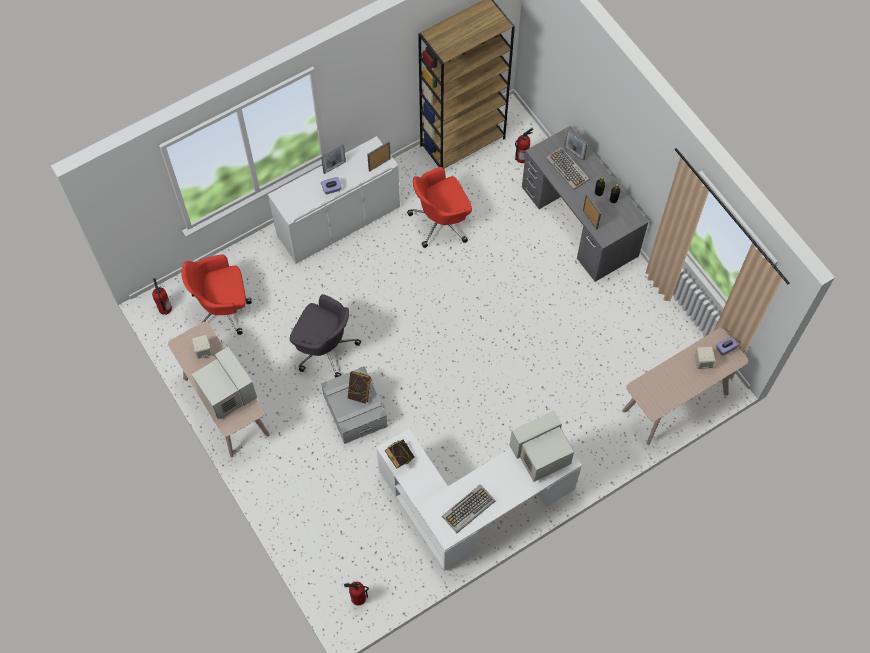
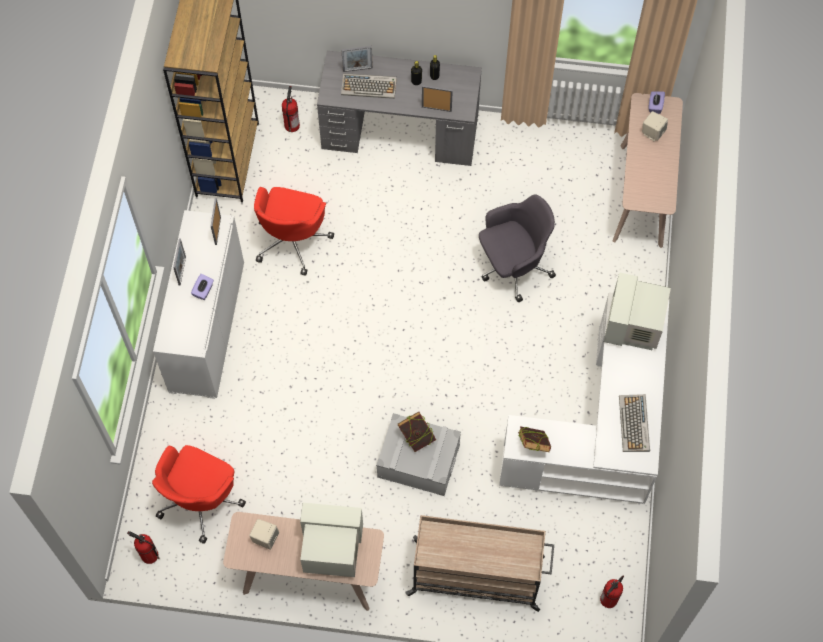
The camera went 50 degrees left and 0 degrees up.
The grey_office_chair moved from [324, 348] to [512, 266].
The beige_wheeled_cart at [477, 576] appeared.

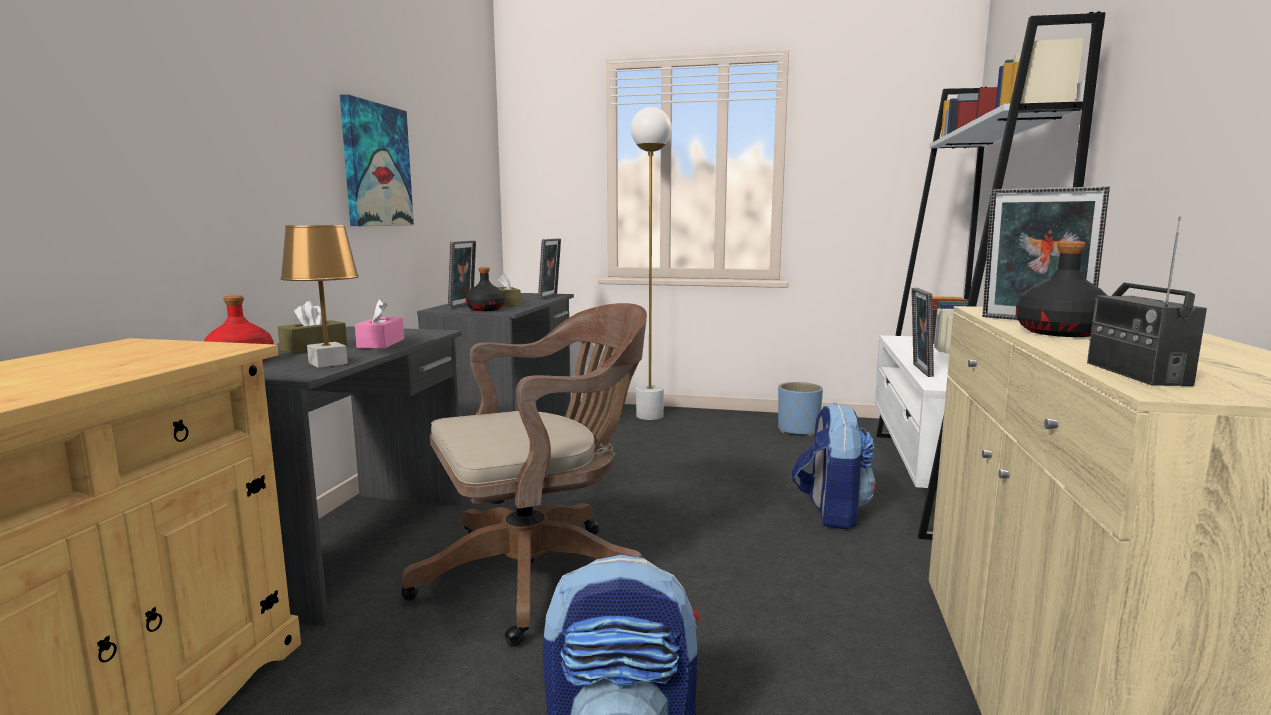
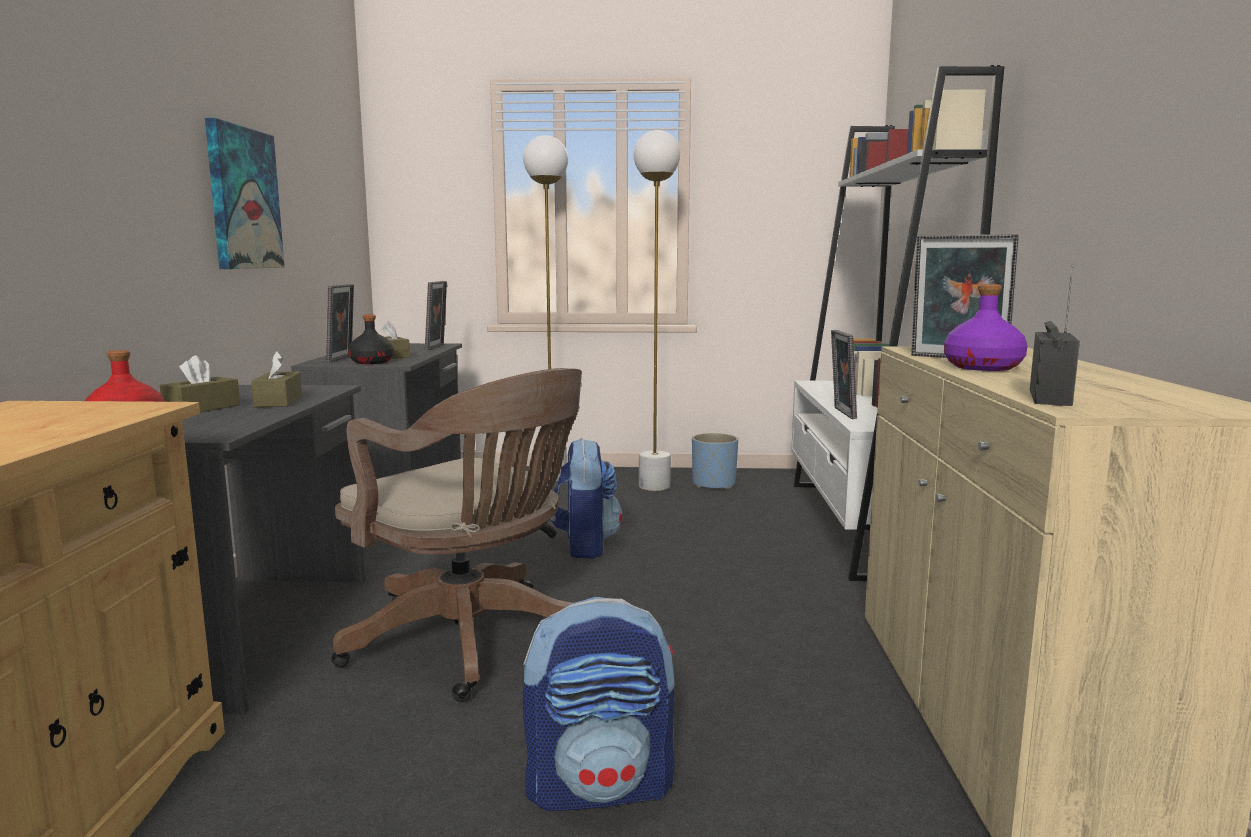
The camera went 10 degrees left and 0 degrees up.
The radio at [1135, 373] turned 150 degrees counterclockwise.
The brown_table_lamp at [328, 363] disappeared.
The black_beverage_bottle at [1060, 332] became the purple-coloured_beverage_bottle at [982, 367].
The pinkish_box_of_tissues at [381, 343] became the brown_box_of_tissues at [278, 401].
The brown_office_chair at [539, 574] turned 75 degrees clockwise.
The rucksack moved from [831, 512] to [583, 545].
The whitish_standing_lamp at [654, 486] appeared.

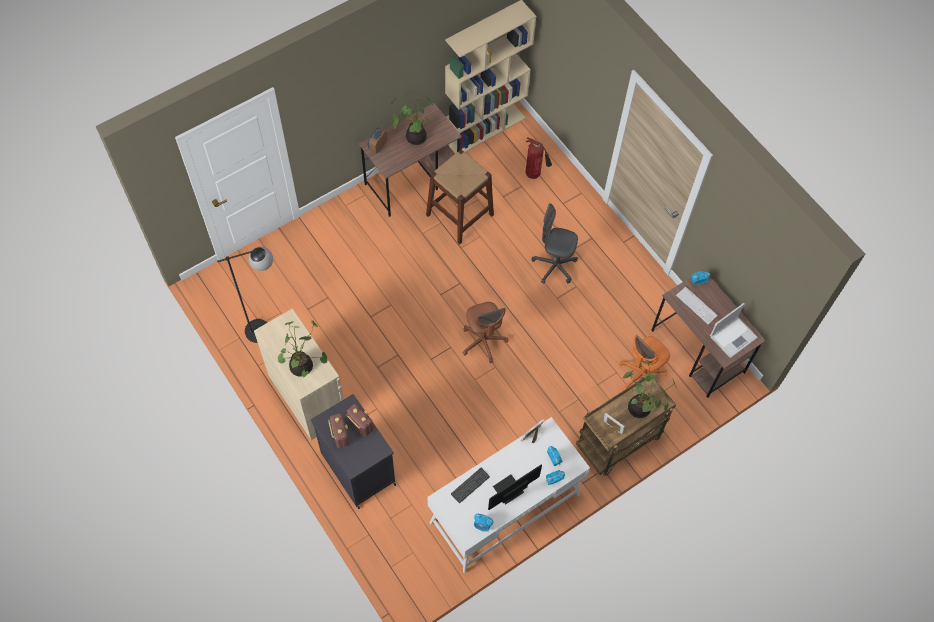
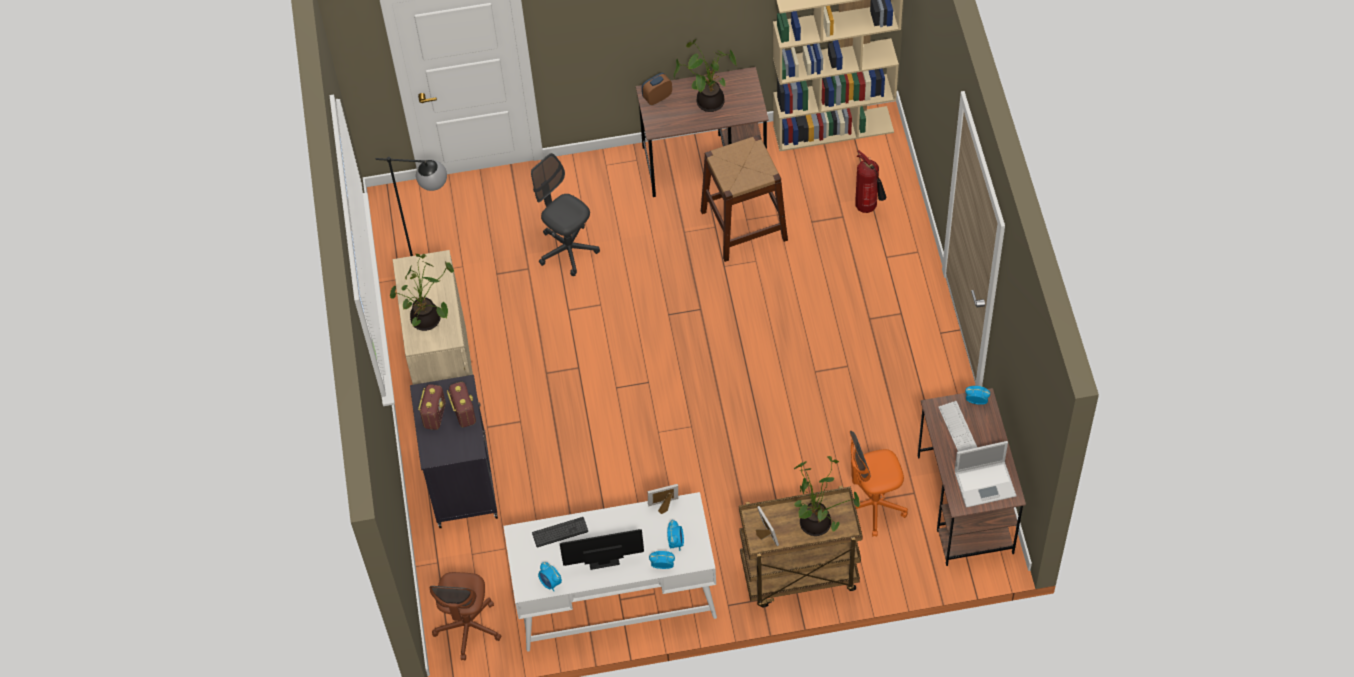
The camera went 30 degrees right and 5 degrees down.
The grey_office_chair moved from [554, 266] to [568, 250].
The brown_office_chair moved from [483, 342] to [468, 628].

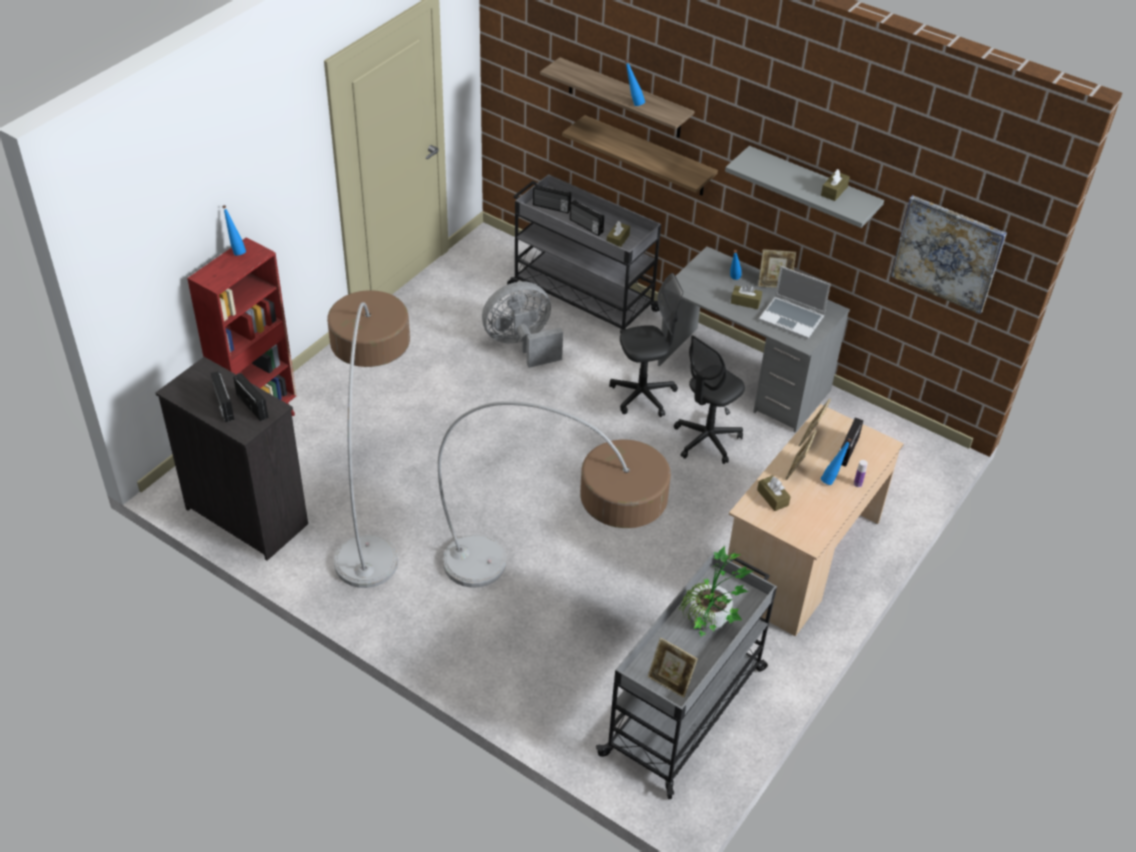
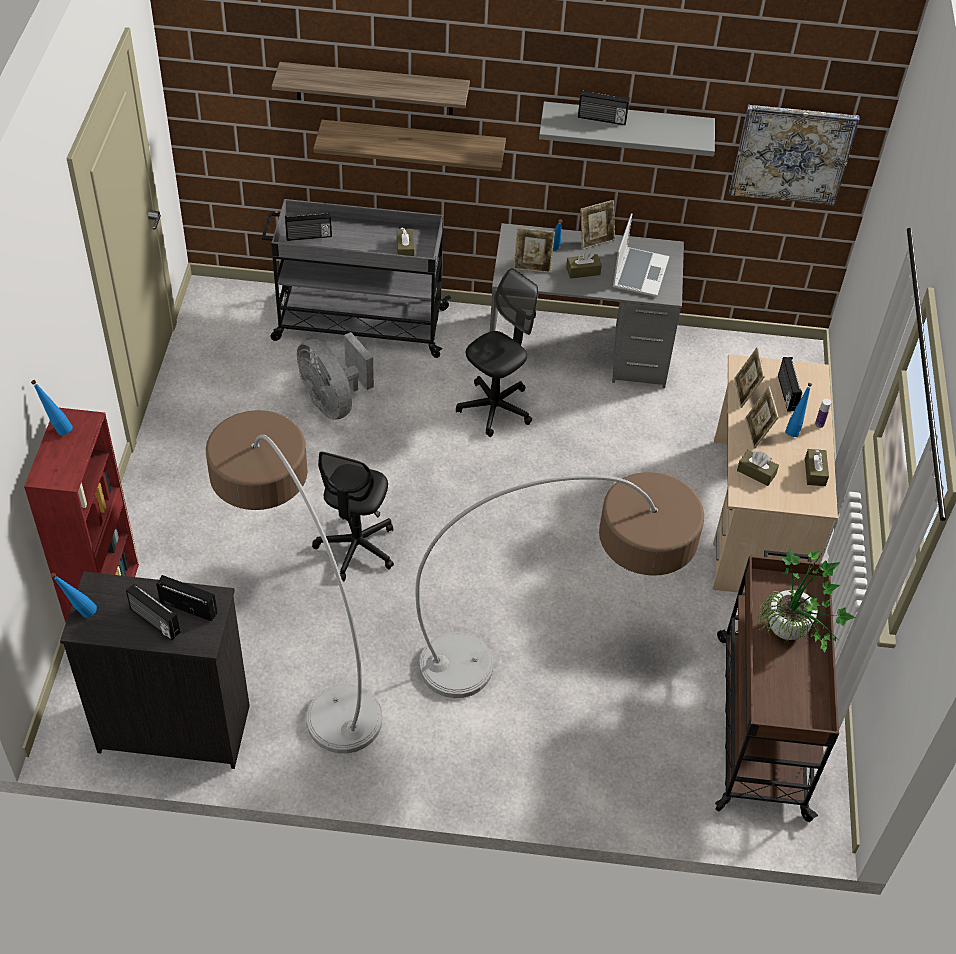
The camera went 30 degrees left and 5 degrees up.
The blue-coloured_beverage_bottle moved from [633, 103] to [80, 612].
The brown_box_of_tissues moved from [834, 191] to [815, 472].
The radio moved from [585, 226] to [602, 119].
The laptop at [792, 319] turned 75 degrees counterclockwise.
The grey_fan at [522, 345] turned 75 degrees counterclockwise.
The black_office_chair moved from [706, 440] to [356, 548].
The grey_wheeled_cart at [686, 709] became the brown_wheeled_cart at [761, 723].
The photo_frame moved from [670, 682] to [532, 266].

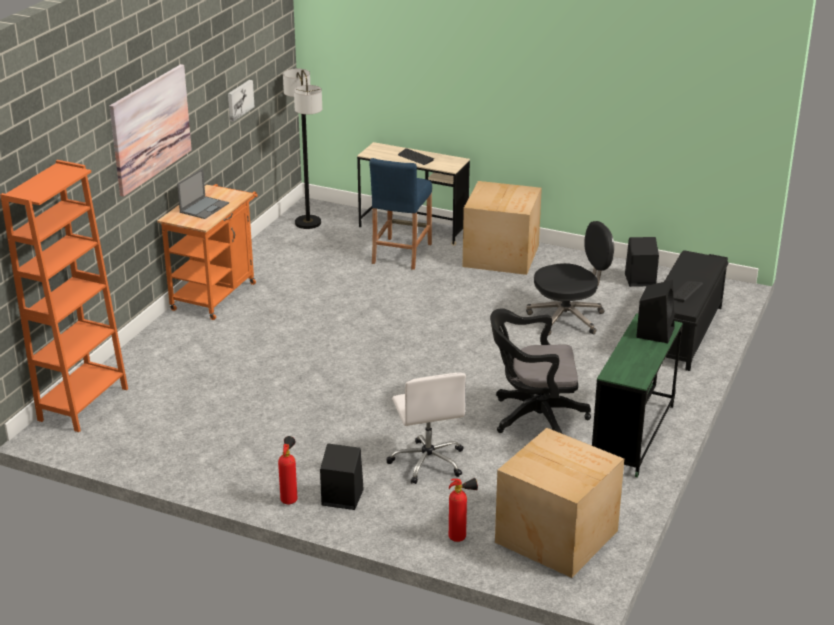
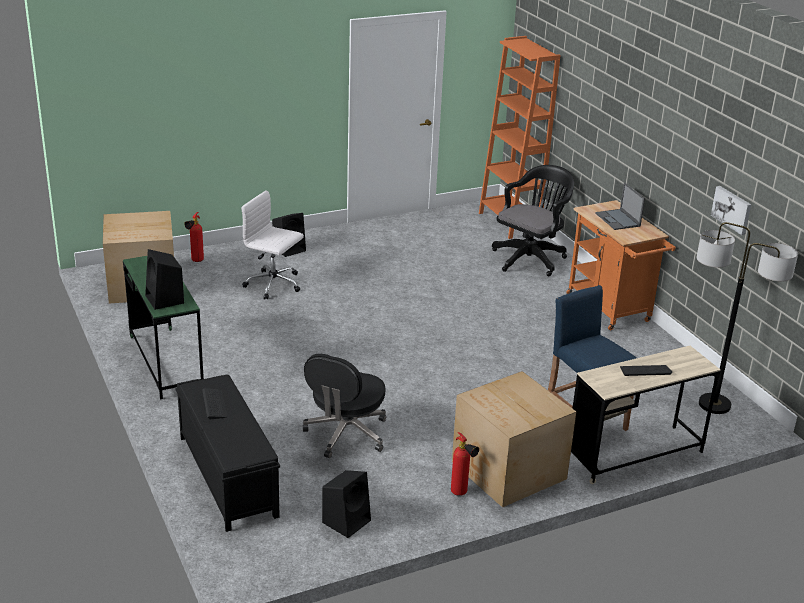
The camera went 130 degrees right and 0 degrees up.
The picture at [150, 128] disappeared.
The black_office_chair moved from [533, 418] to [531, 258].
The extinguisher moved from [289, 498] to [461, 494].

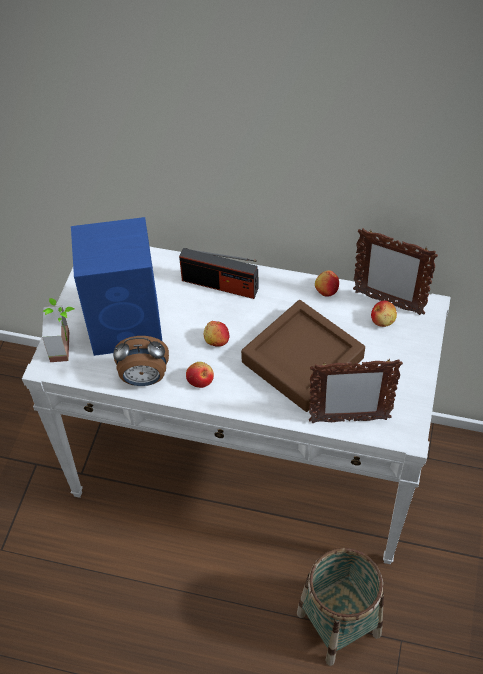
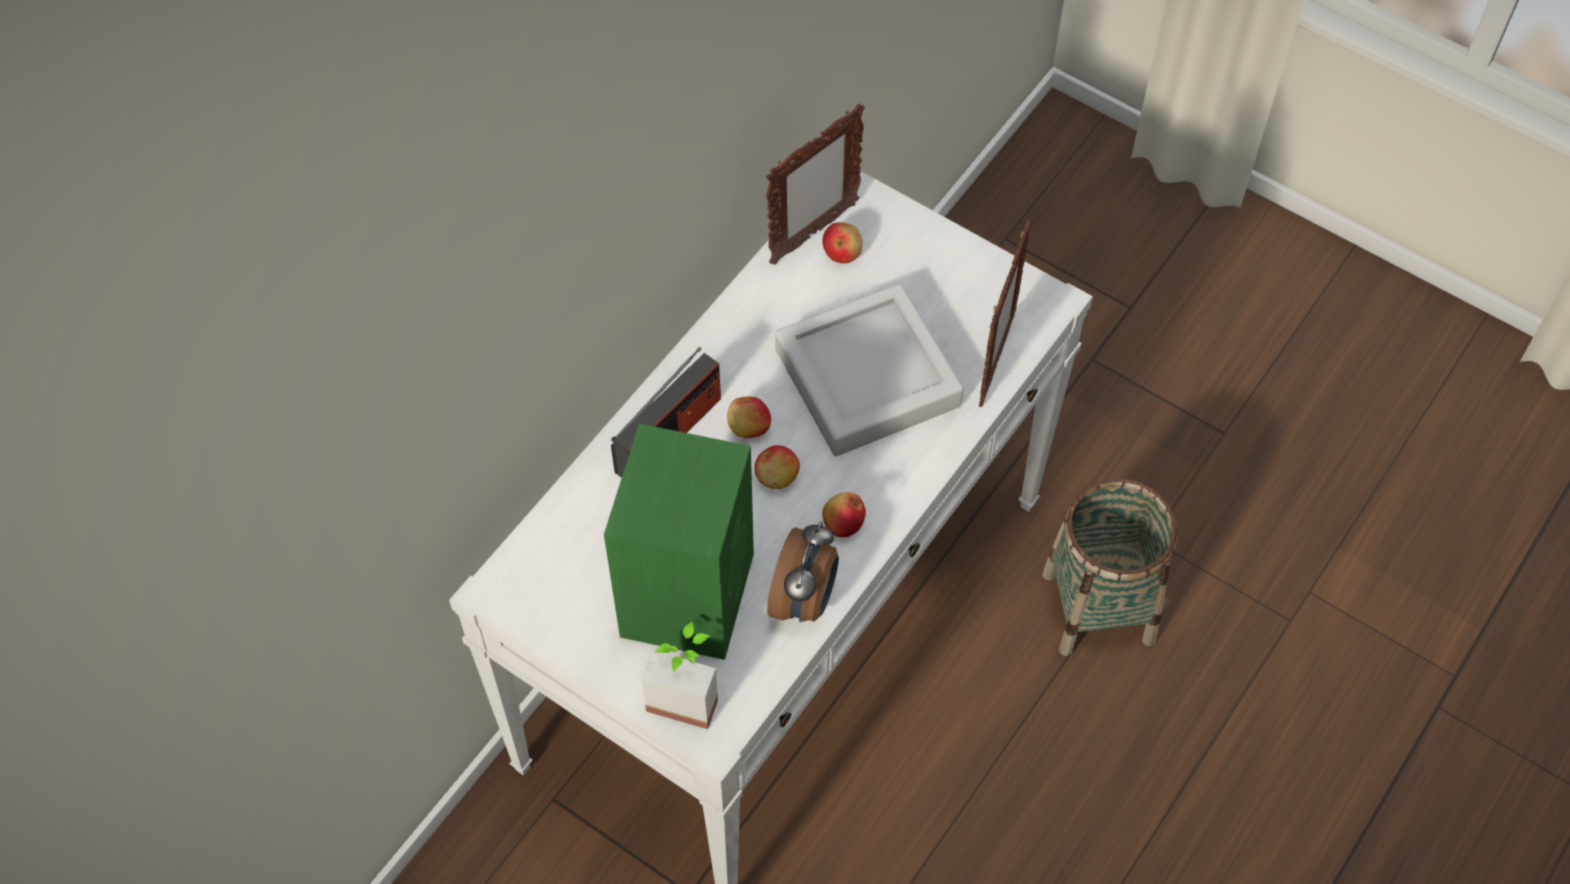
The camera went 70 degrees left and 5 degrees up.
The blue-coloured_speaker at [128, 326] became the greenish_speaker at [688, 591].
The apple_fruit moved from [326, 290] to [748, 427].
The brown_tray at [302, 360] became the grey_tray at [867, 378].

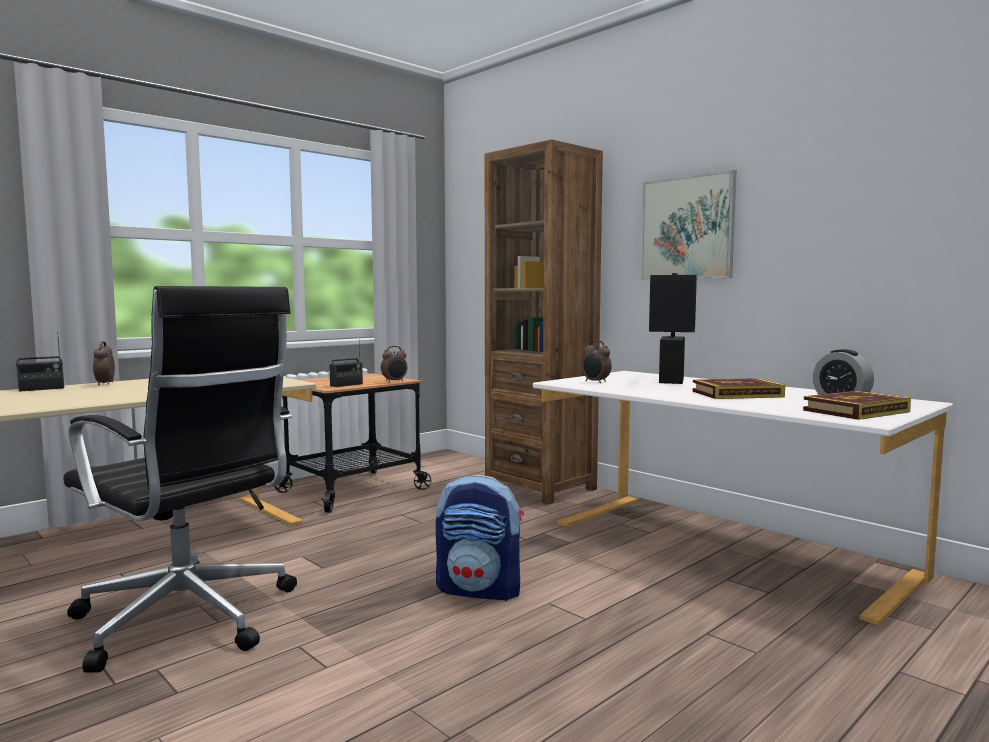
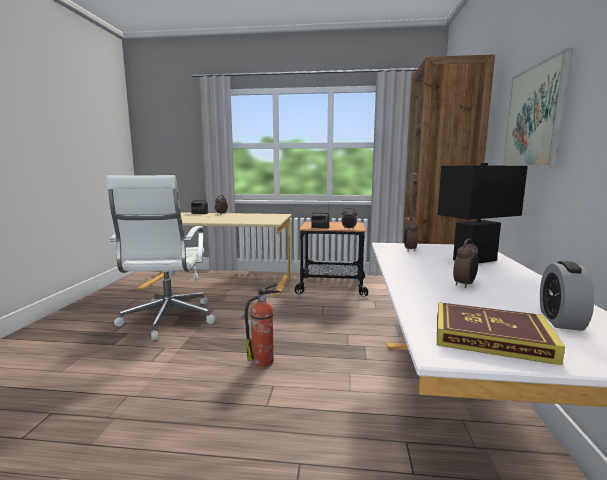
The camera went 50 degrees right and 5 degrees up.
The black_office_chair at [188, 620] became the whitish_office_chair at [168, 320].
The book at [737, 394] was replaced by the table_clock at [465, 285].
The rucksack at [480, 590] was replaced by the extinguisher at [264, 361].

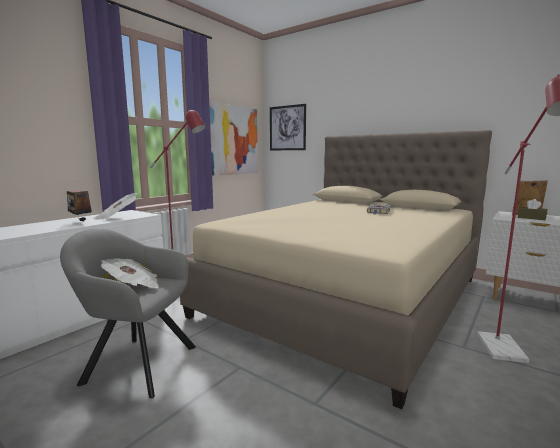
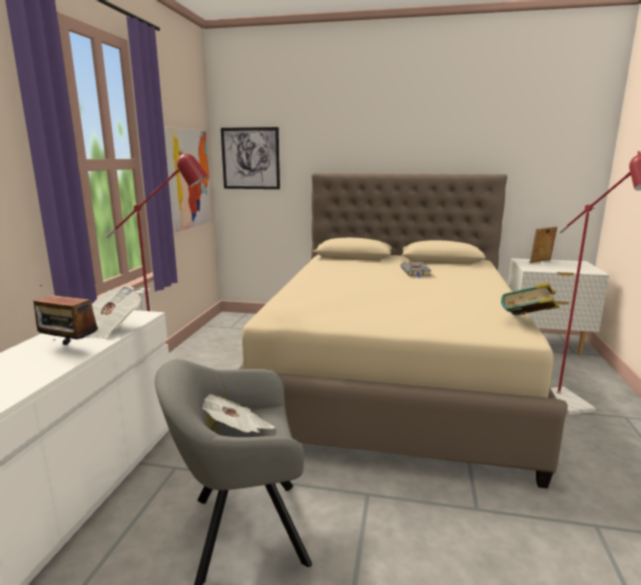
The camera went 25 degrees left and 5 degrees up.
The brown_box_of_tissues at [531, 218] disappeared.
The book at [527, 322] appeared.

